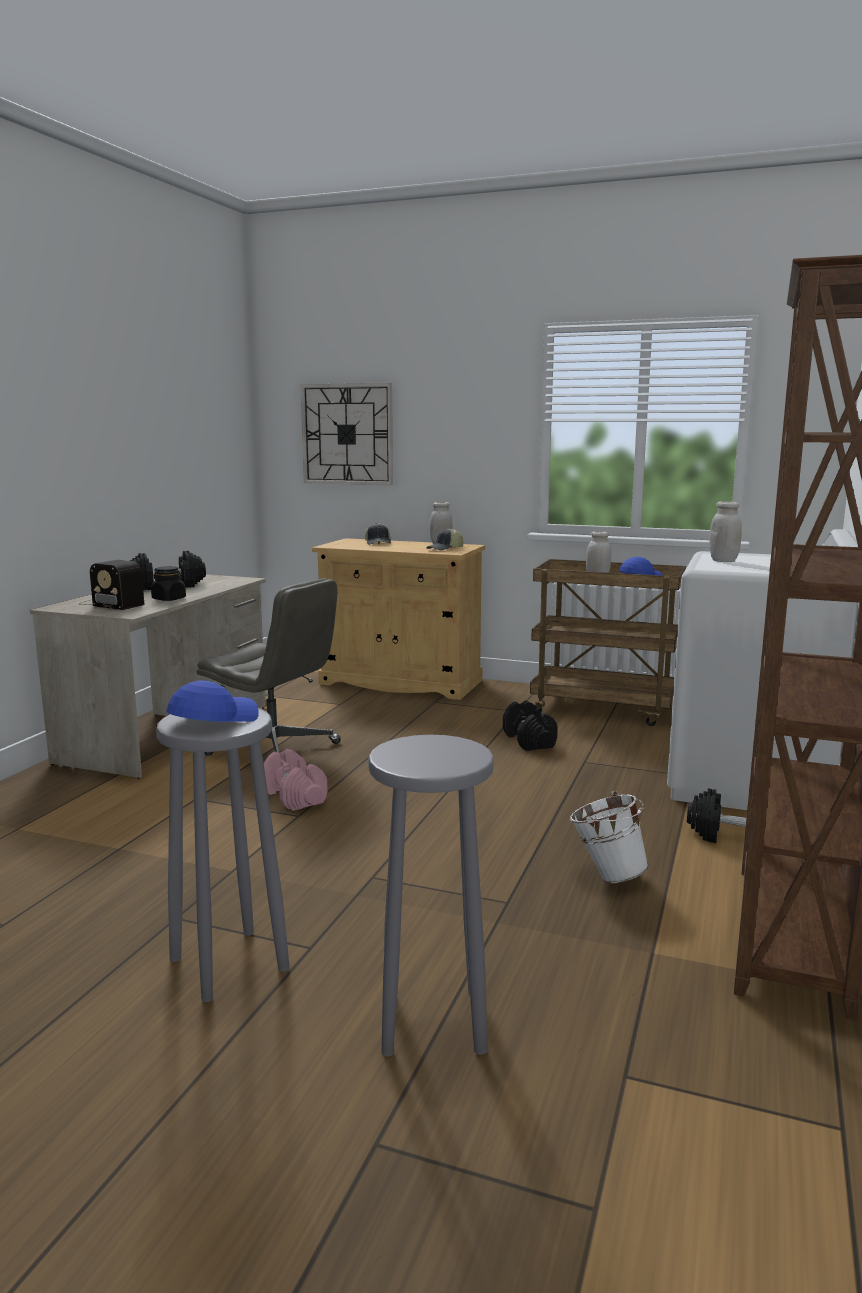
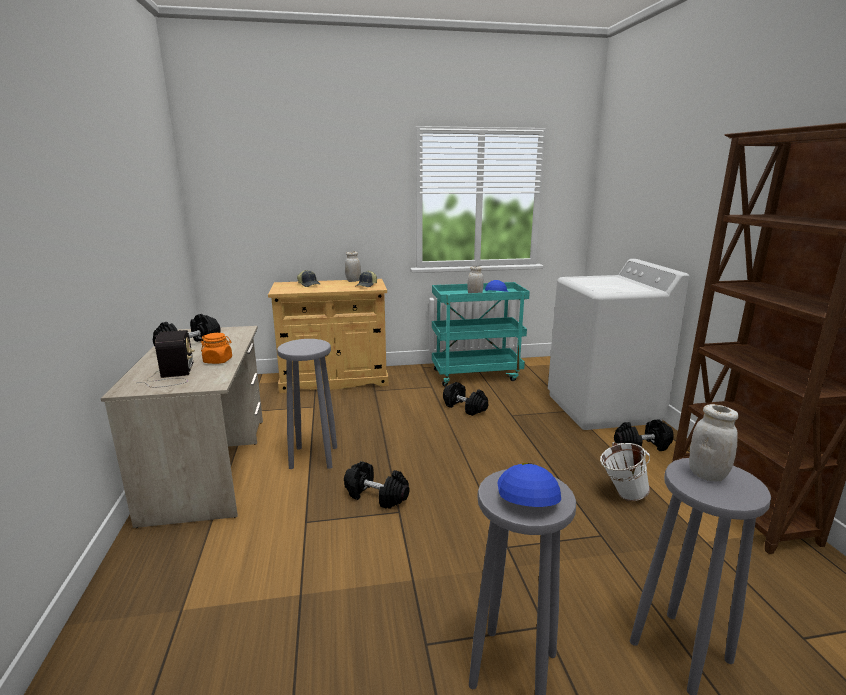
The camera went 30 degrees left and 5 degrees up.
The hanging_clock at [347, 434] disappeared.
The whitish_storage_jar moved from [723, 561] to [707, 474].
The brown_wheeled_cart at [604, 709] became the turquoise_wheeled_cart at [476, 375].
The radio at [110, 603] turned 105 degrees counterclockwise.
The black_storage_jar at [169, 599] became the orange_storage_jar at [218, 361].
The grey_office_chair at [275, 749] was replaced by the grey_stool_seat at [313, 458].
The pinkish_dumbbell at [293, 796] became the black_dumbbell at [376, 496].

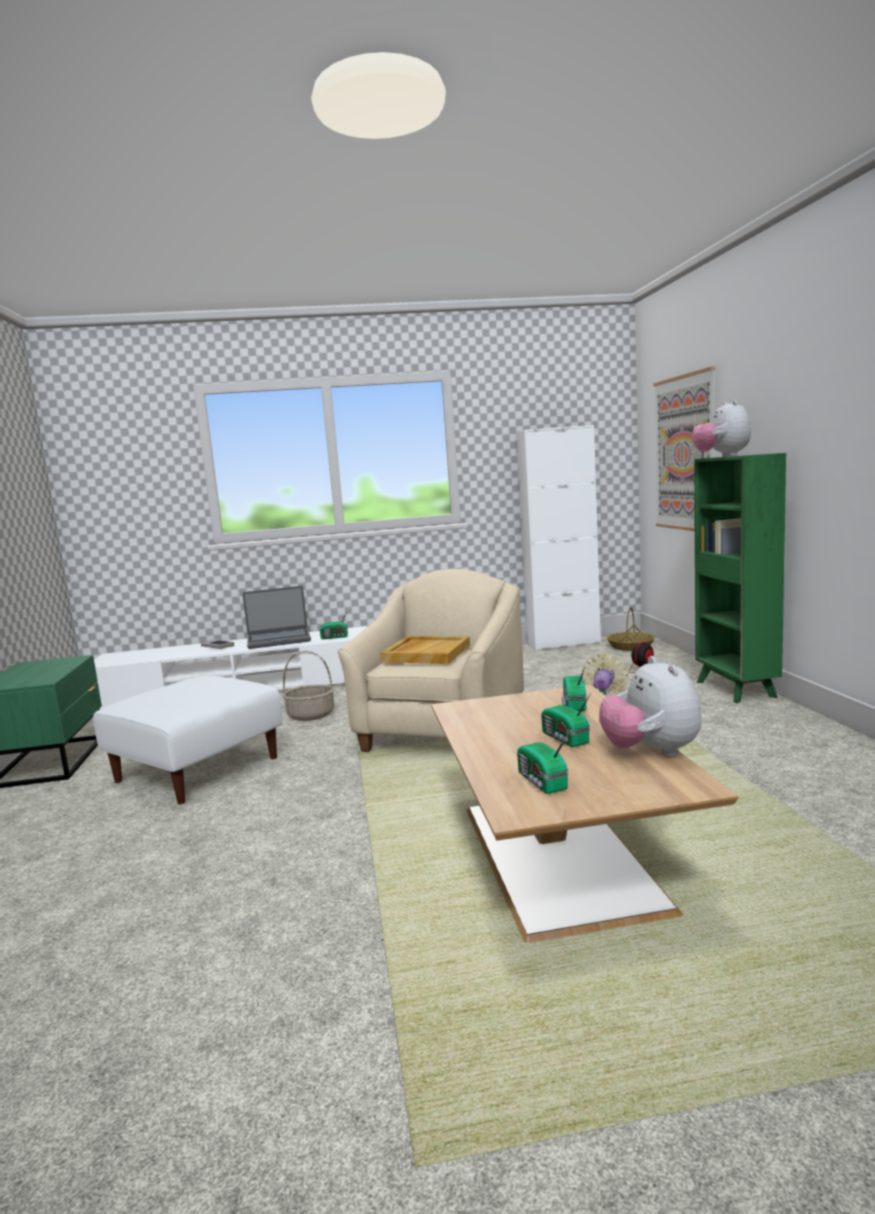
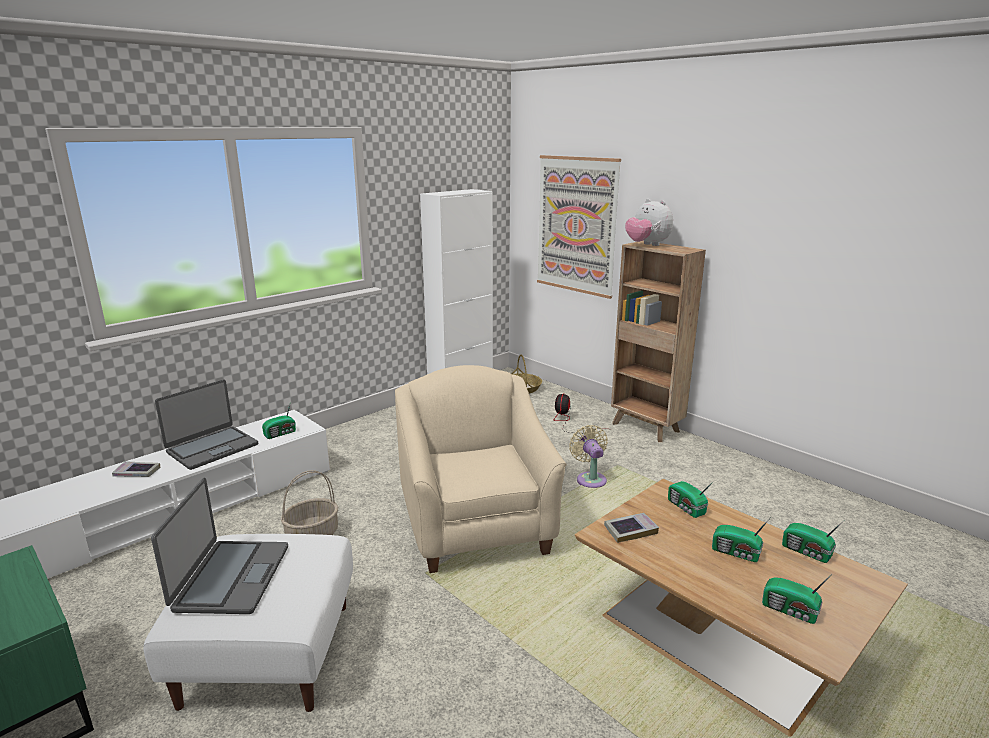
The camera went 35 degrees left and 10 degrees up.
The greenish_bookshelf at [736, 690] became the brown_bookshelf at [646, 428].
The beige_tray at [426, 653] disappeared.
The cuddly_toy at [651, 752] was replaced by the radio at [807, 552].
The laptop at [230, 578] appeared.
The book at [630, 530] appeared.

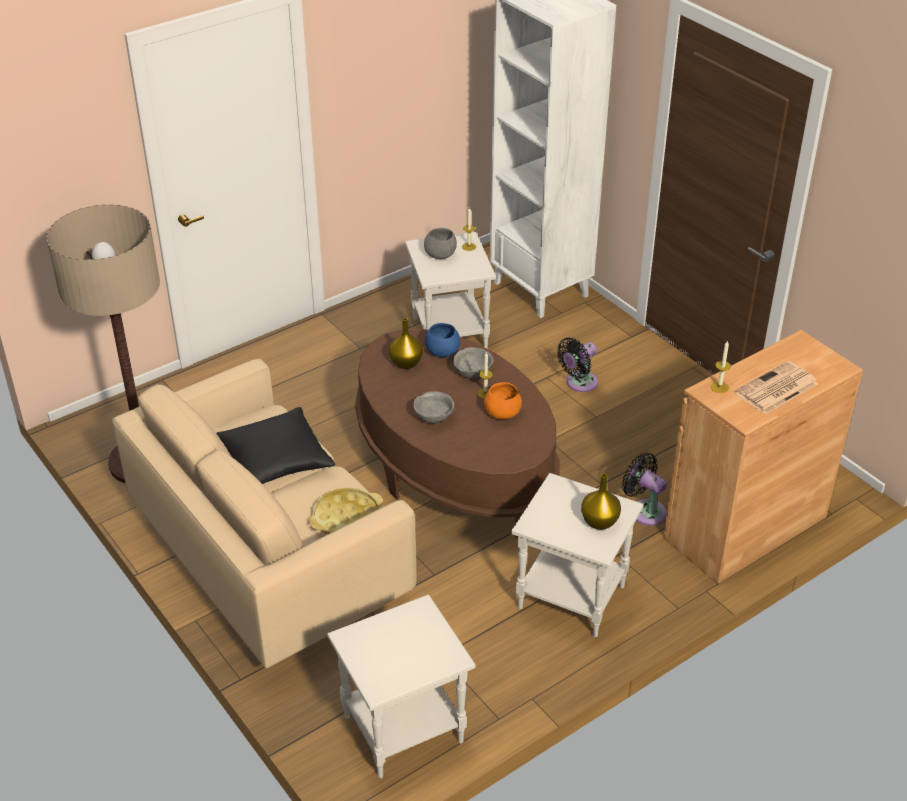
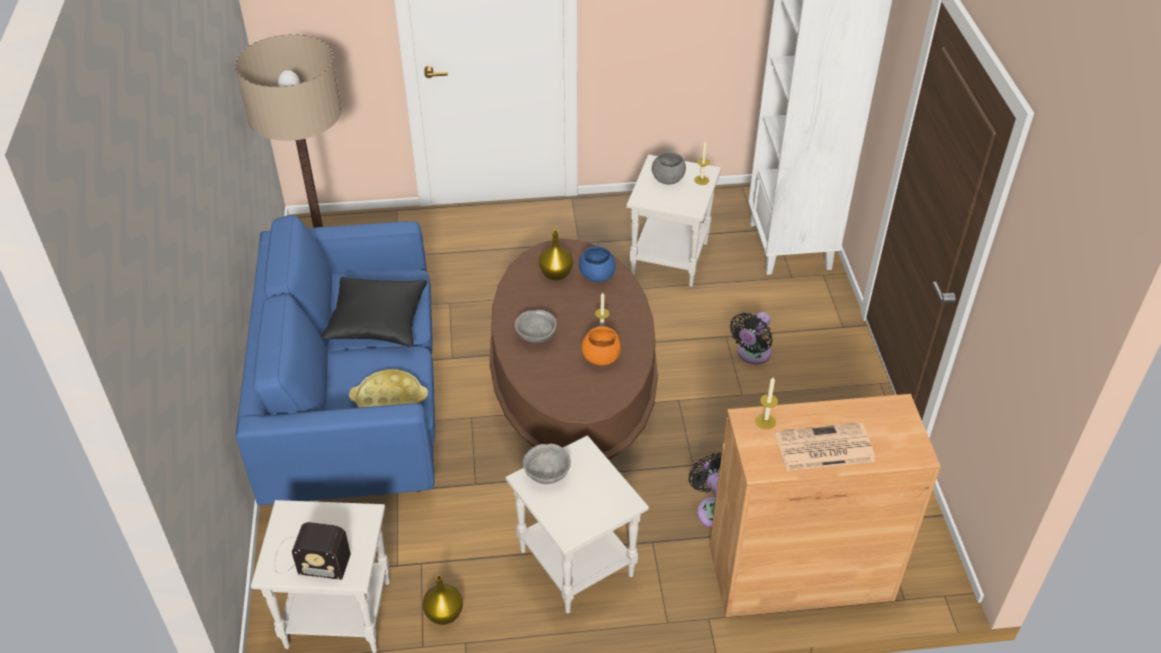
The camera went 30 degrees right and 5 degrees up.
The black_fan at [579, 383] turned 45 degrees counterclockwise.
The grey_bowl moved from [473, 373] to [547, 475].
The beige_couch at [271, 559] became the blue-coloured_couch at [356, 408].
The yellowish_flower_vase moved from [599, 522] to [443, 614].
The radio at [309, 558] appeared.

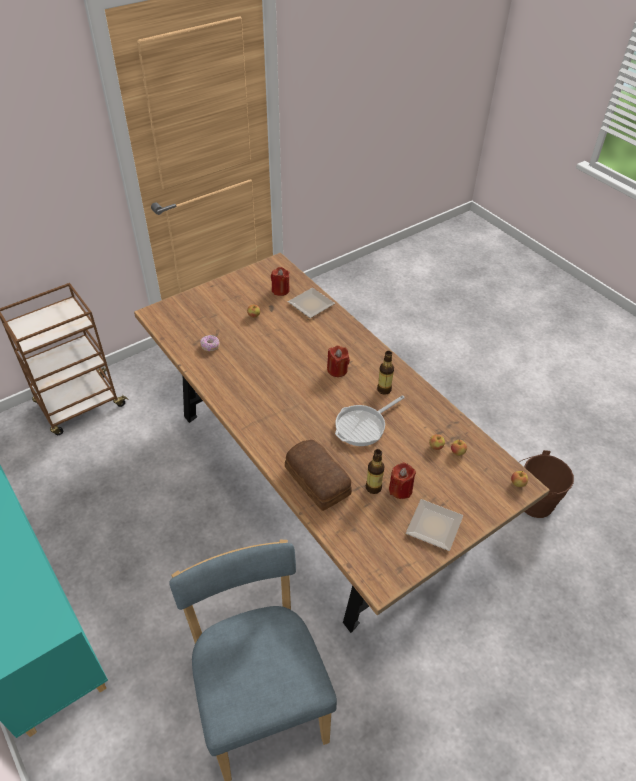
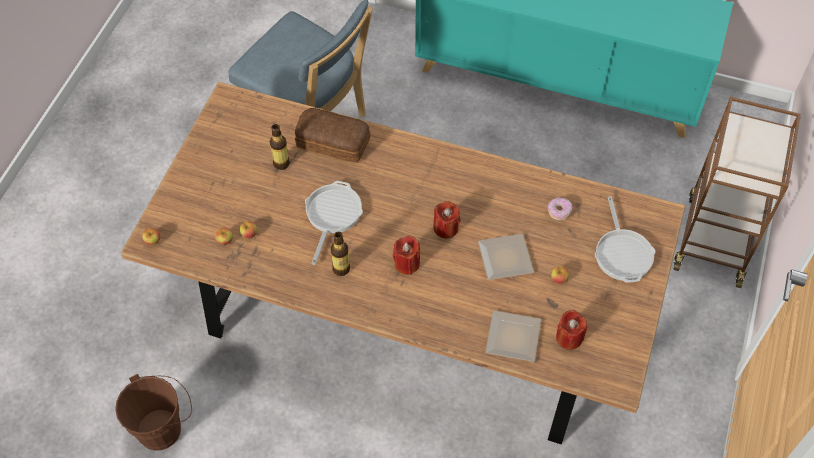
The camera went 145 degrees right and 10 degrees up.
The reddish_wax_candle moved from [400, 489] to [446, 228].
The dinner_plate moved from [436, 526] to [504, 260].
The pan at [622, 253] appeared.

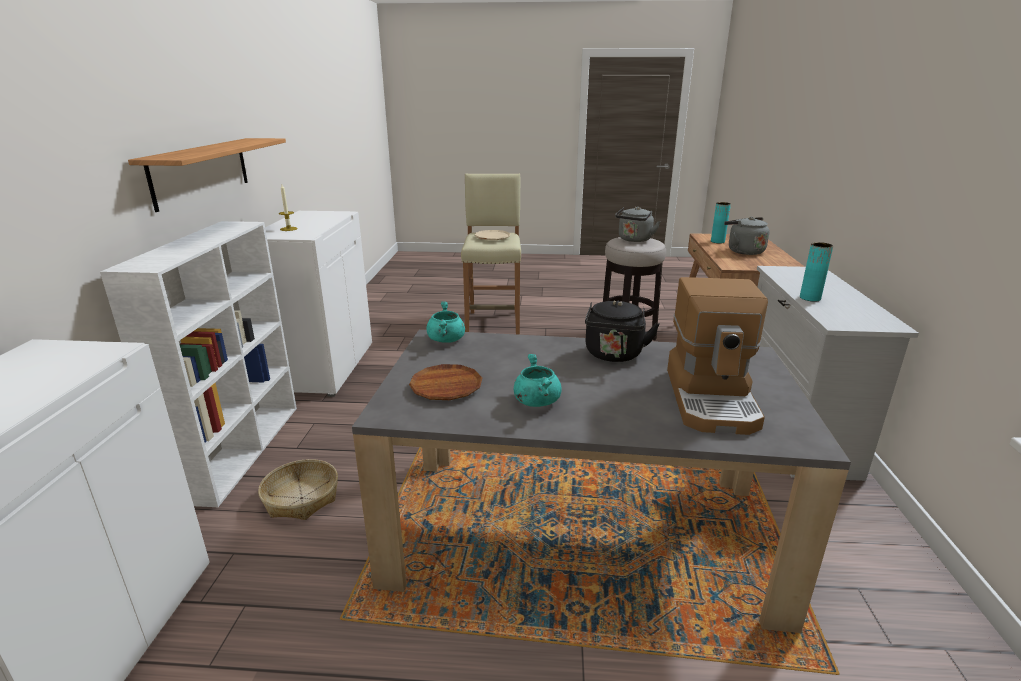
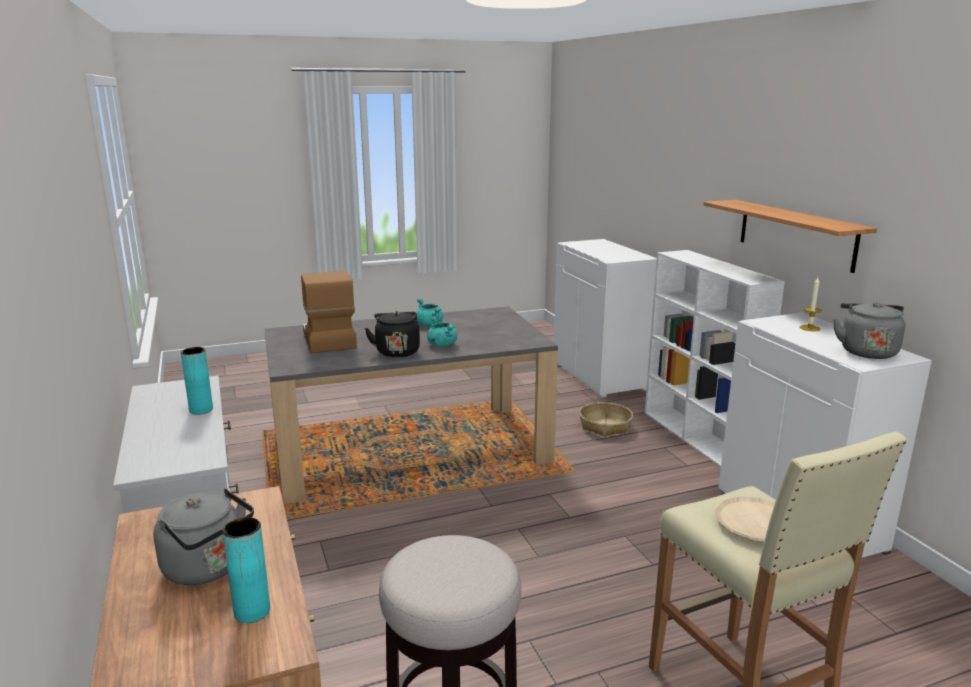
The camera went 155 degrees right and 5 degrees down.
The grey_tea_kettle moved from [634, 240] to [866, 351].
The turquoise_stockpot moved from [446, 340] to [441, 344].
The brown_dinner_plate at [446, 387] disappeared.

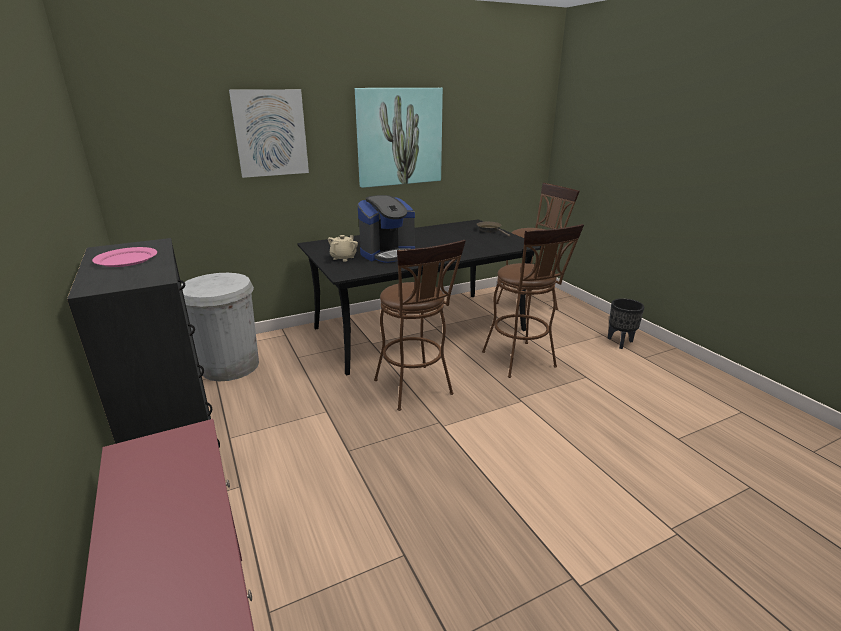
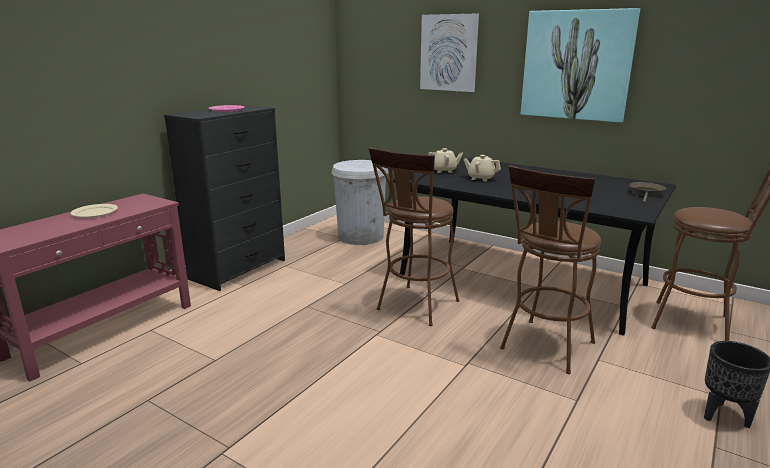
The camera went 60 degrees right and 5 degrees down.
The coffee_brewer at [388, 254] was replaced by the beige_teapot at [480, 178].
The beige_dinner_plate at [95, 212] appeared.

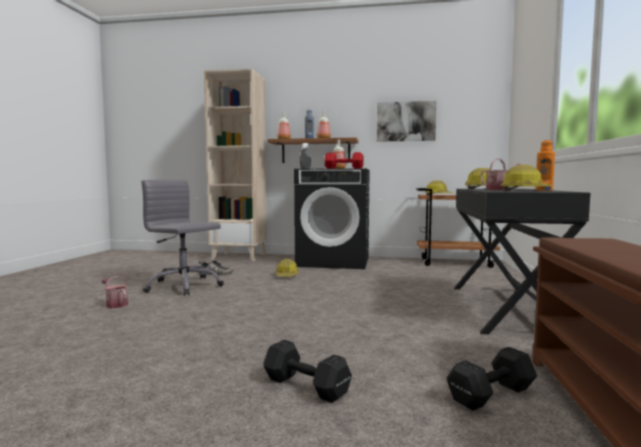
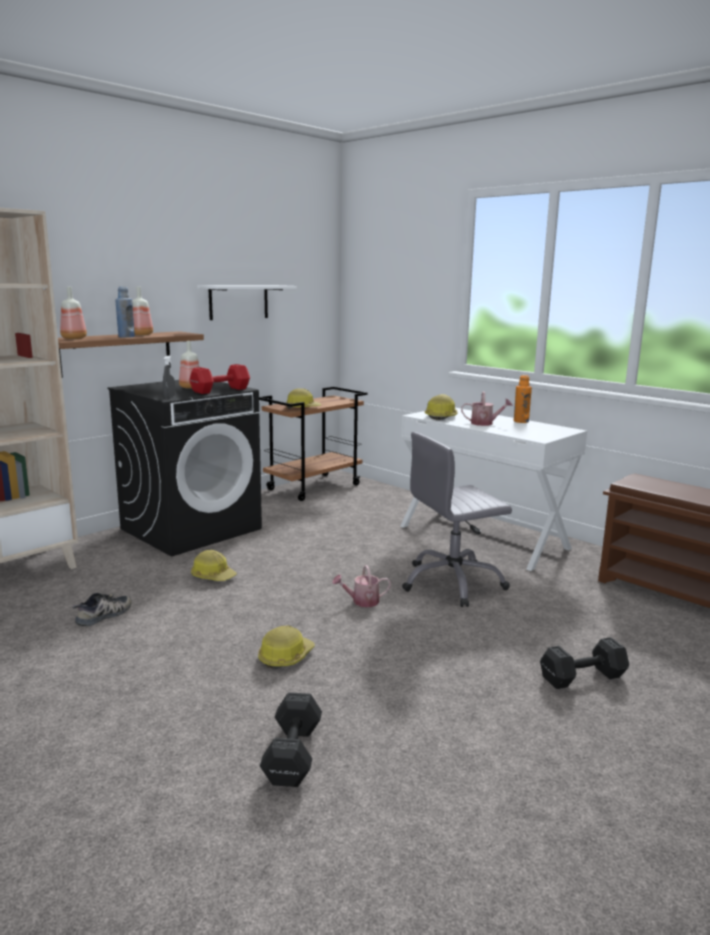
The camera went 55 degrees left and 10 degrees up.
The picture at [405, 121] was replaced by the whitish_wall_shelf at [238, 302].
The safety_helmet moved from [524, 190] to [285, 656].
The grey_office_chair moved from [183, 286] to [452, 582].
The black_desk_unit at [506, 309] became the whitish_desk_unit at [483, 537].
The watering_can moved from [115, 304] to [362, 601].
The black_dumbbell moved from [489, 395] to [291, 756].

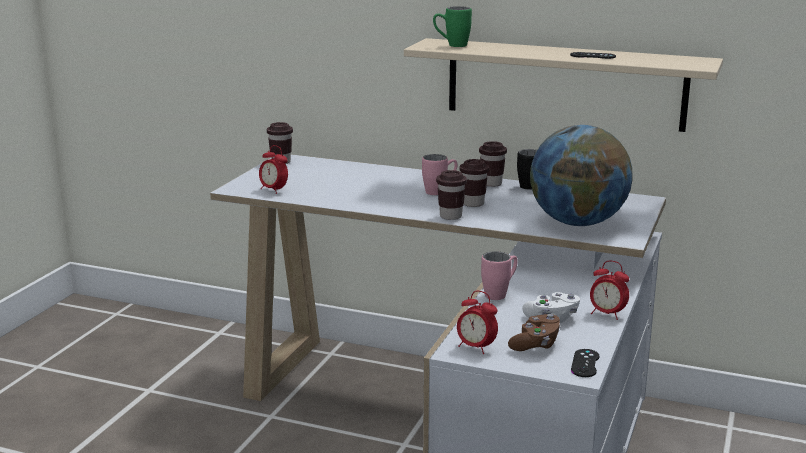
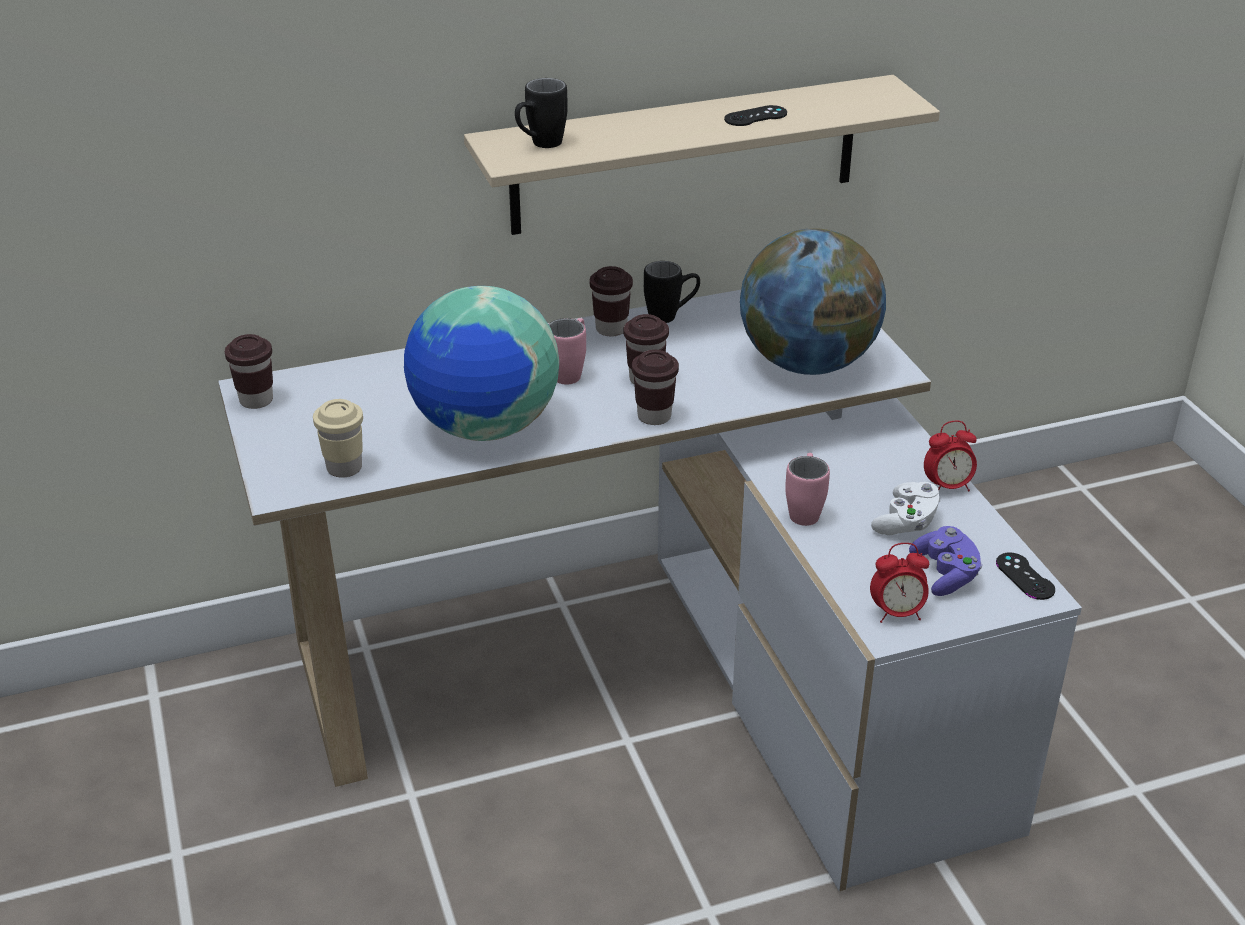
The camera went 40 degrees left and 15 degrees up.
The greenish_tea_mug at [451, 45] became the black_tea_mug at [540, 145].
The table_clock at [274, 190] was replaced by the beige_small_cup at [344, 468].
The brown_gamepad at [535, 344] became the purple-coloured_gamepad at [945, 574].
The globe at [484, 428] appeared.

